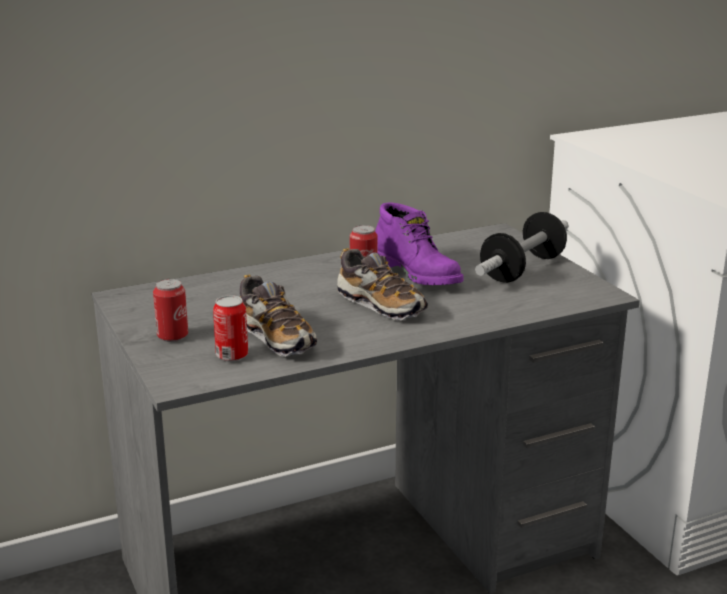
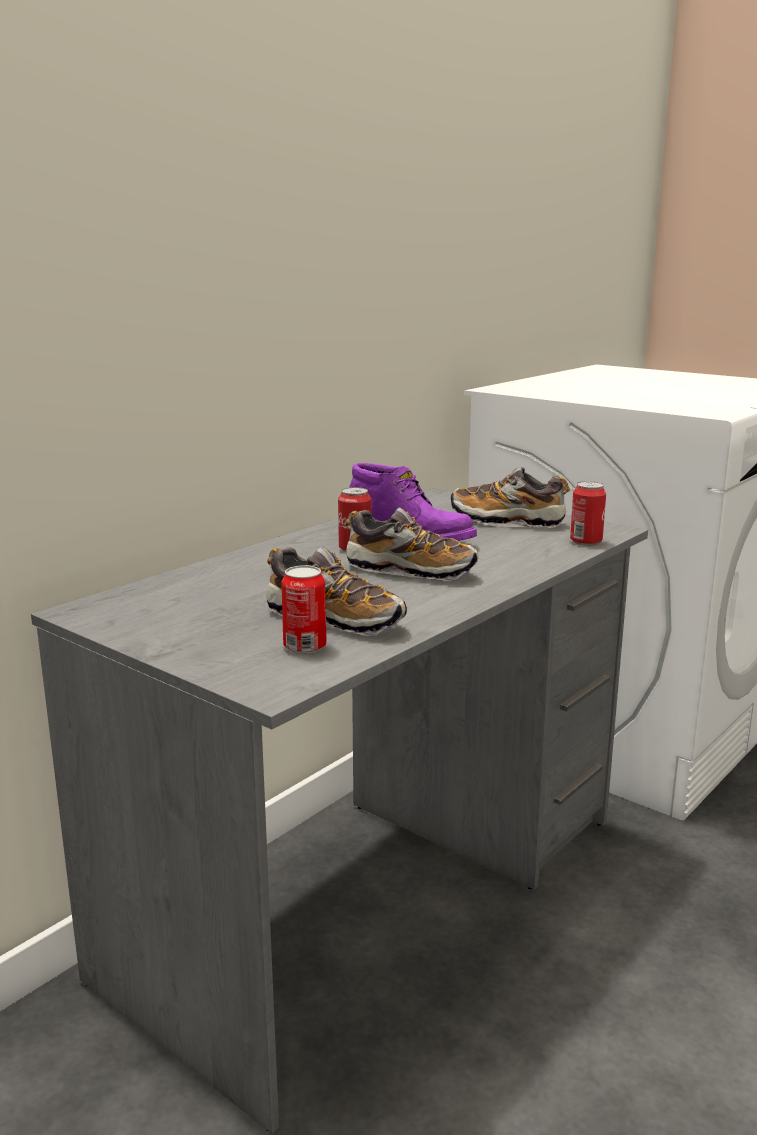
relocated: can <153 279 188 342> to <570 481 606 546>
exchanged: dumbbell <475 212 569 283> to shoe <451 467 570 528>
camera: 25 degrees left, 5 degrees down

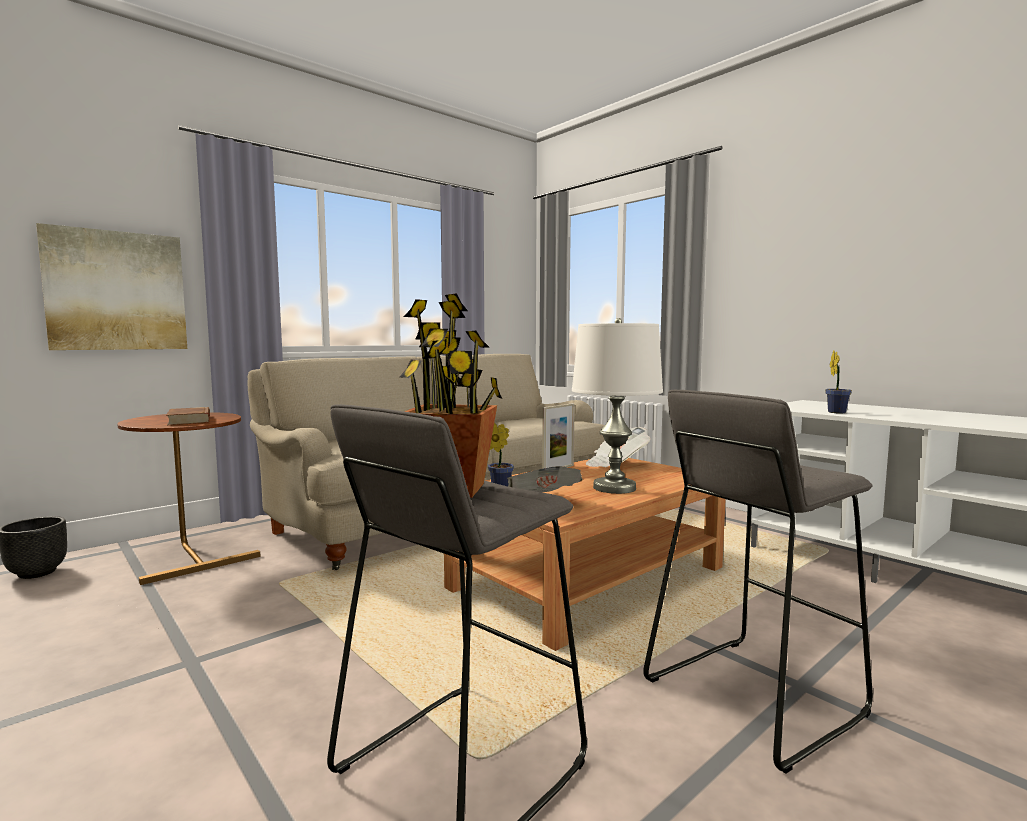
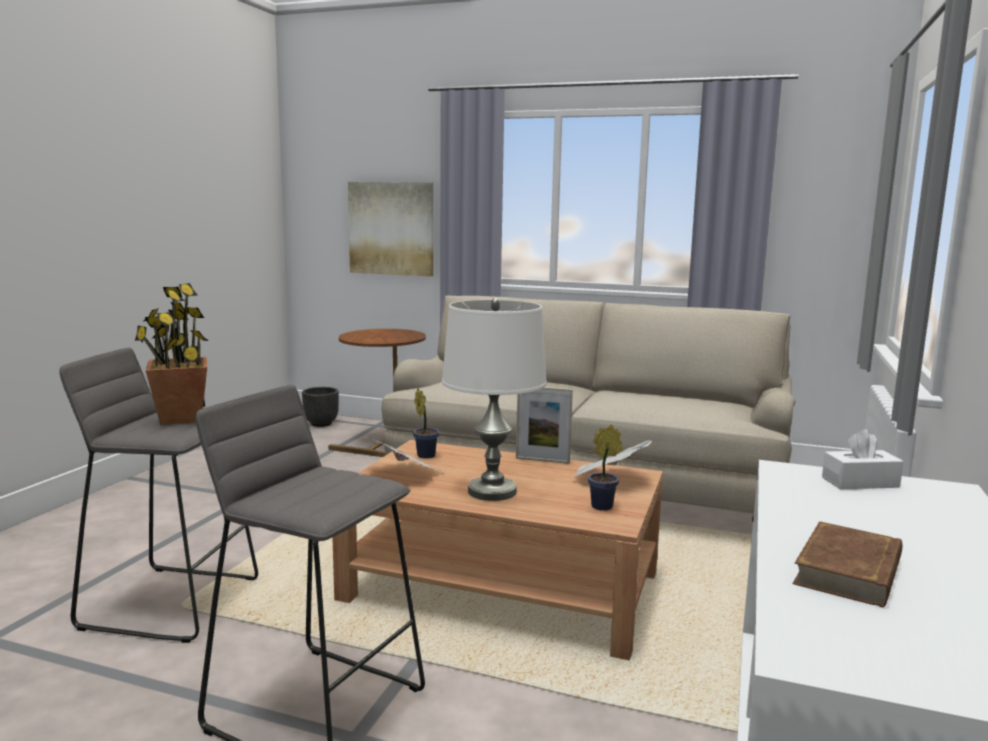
appeared: tissue box/white <822 429 904 489>
relocated: book/brown <166 407 210 425> to <793 521 902 607>; potted plant <825 350 852 413> to <588 424 622 511>
camera: 60 degrees right, 5 degrees up

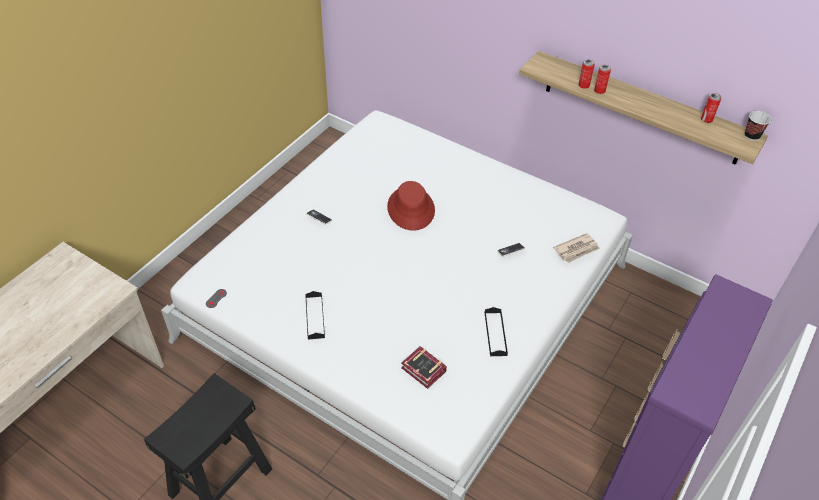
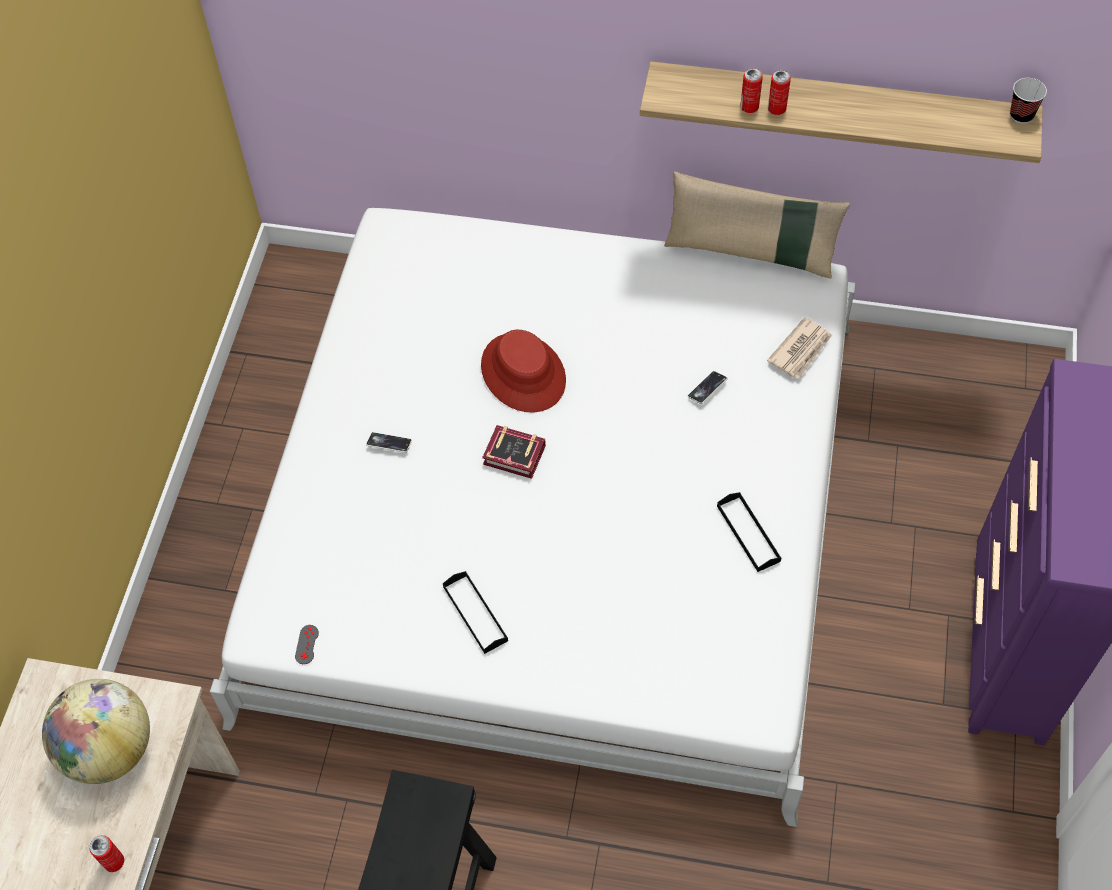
appeared: globe <42 679 150 784>; pillow/beige <664 171 850 279>
relocated: book <401 346 447 389> to <482 425 546 479>; can <701 93 721 123> to <89 835 124 872>
camera: 20 degrees left, 10 degrees up

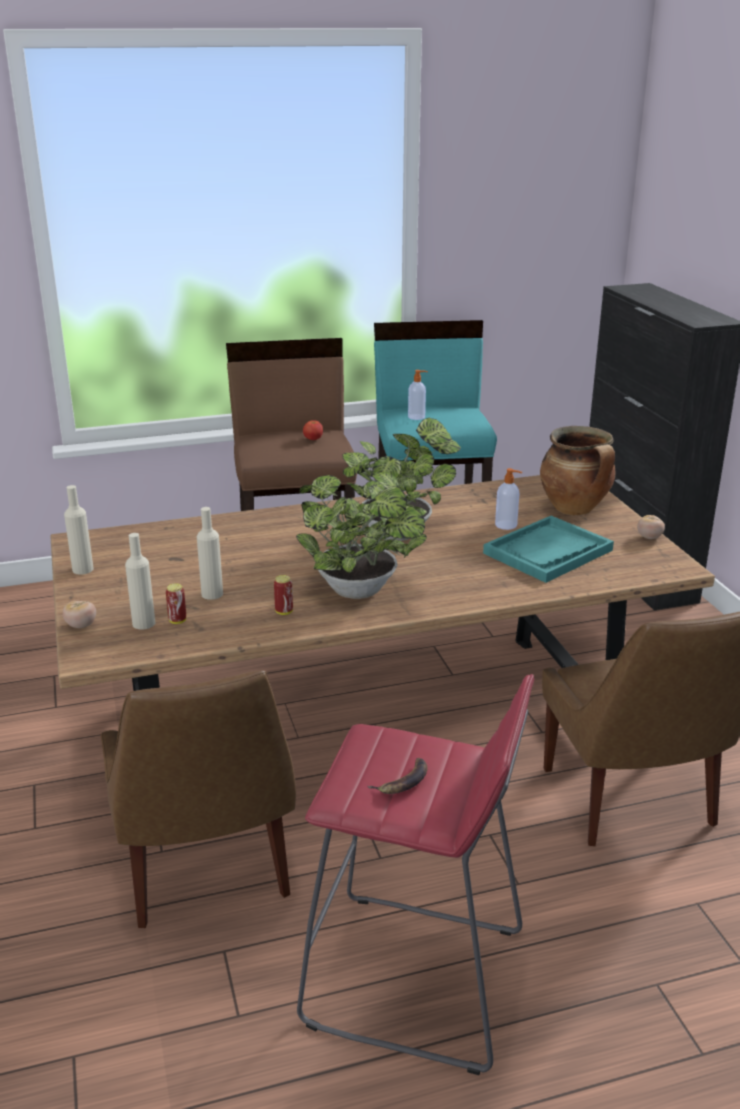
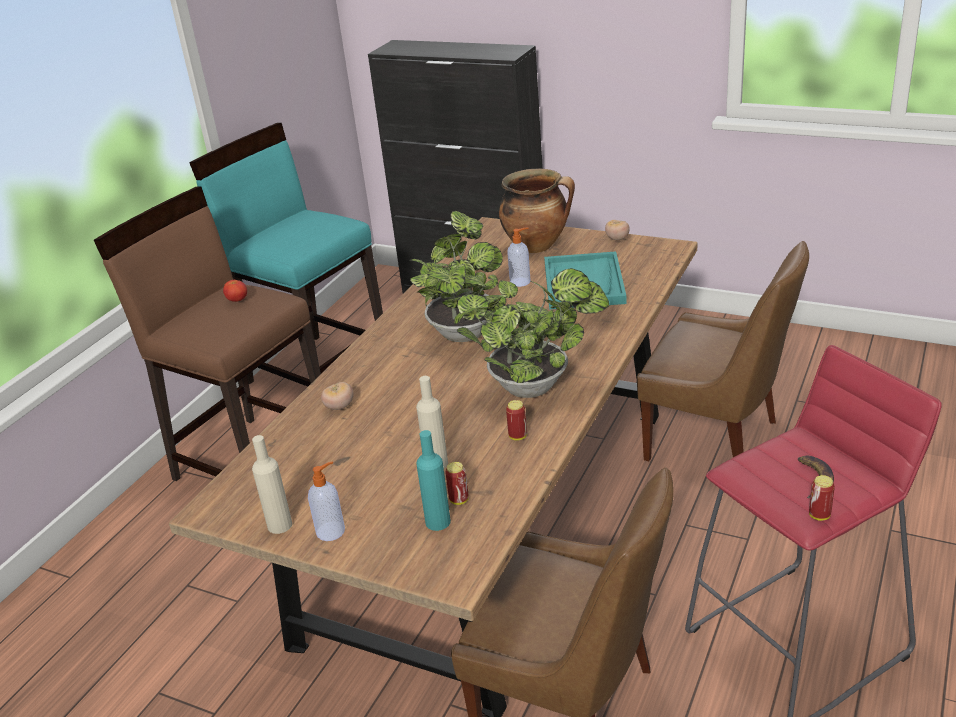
appeared: can <809 475 835 521>
relocated: tomato <63 601 96 628> to <321 382 354 410>; soap dispenser <408 370 428 420> to <308 461 345 541>
colour: bottle/beige <125 533 155 630> to bottle/turquoise <416 430 451 531>
camera: 45 degrees left, 5 degrees up

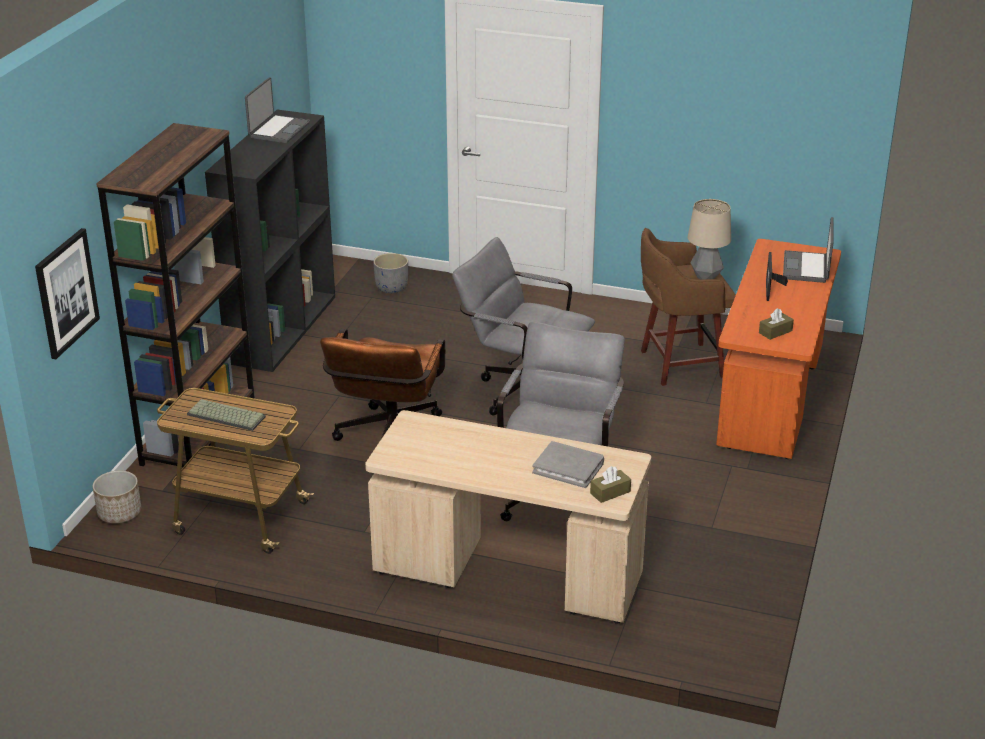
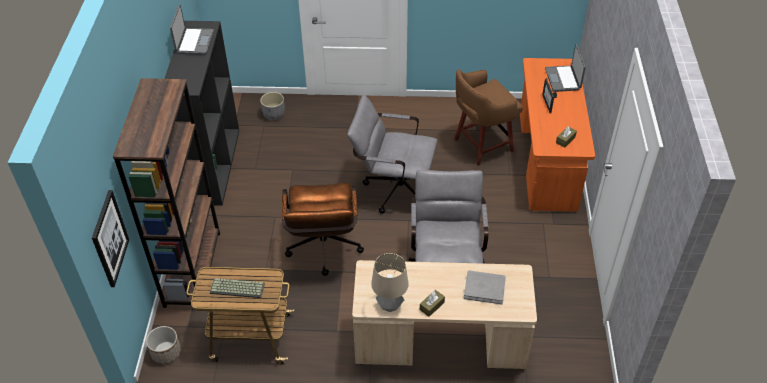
relocated: tissue box/brown <590 466 631 503> to <420 290 445 317>; table lamp <688 199 731 280> to <371 253 409 312>
camera: 15 degrees left, 15 degrees up

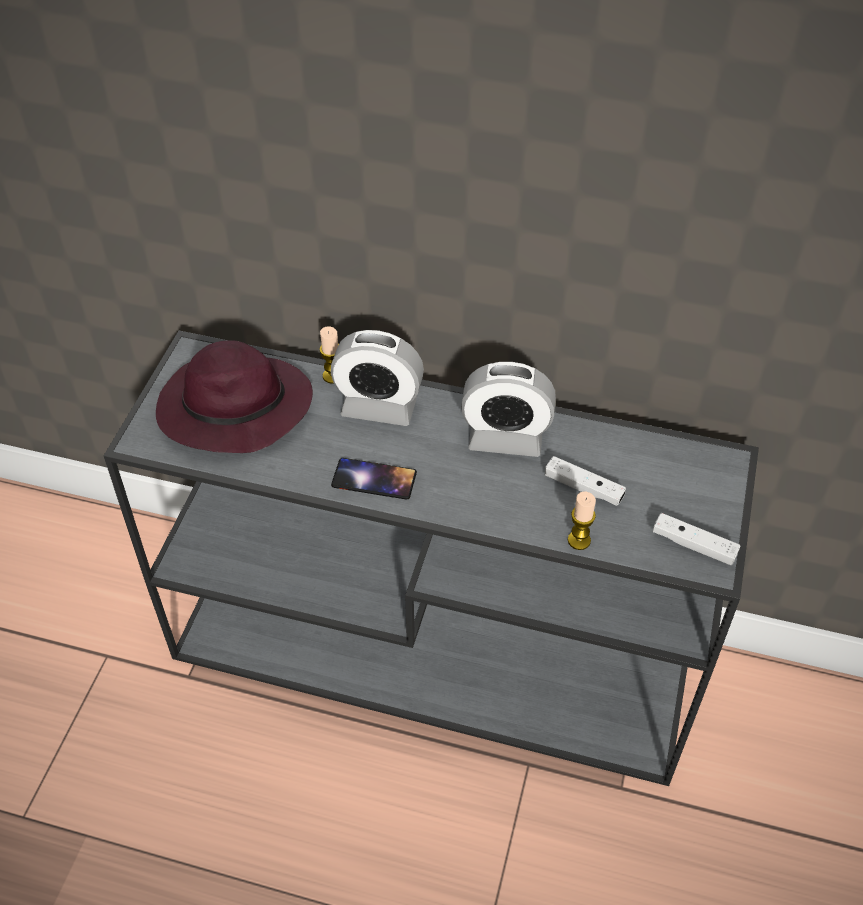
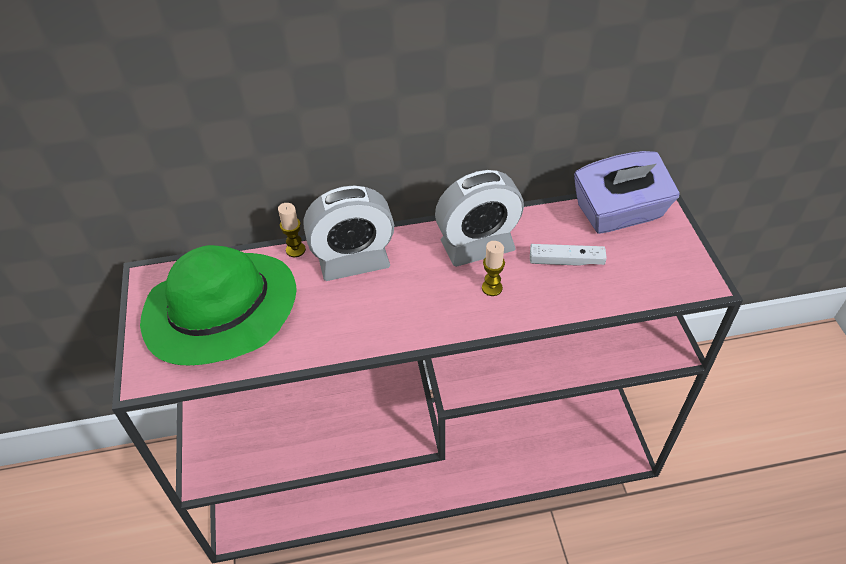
missing: phone <331 458 417 500>; game controller/white <653 513 740 565>
appeared: tissue box/purple <574 151 680 234>
relocated: candle <568 492 596 550> to <482 241 505 296>
colour: console table/grey <104 331 759 786> to console table/pink <112 194 743 564>; hat/purple <156 340 313 453> to hat/green <140 245 297 366>
camera: 25 degrees left, 0 degrees up

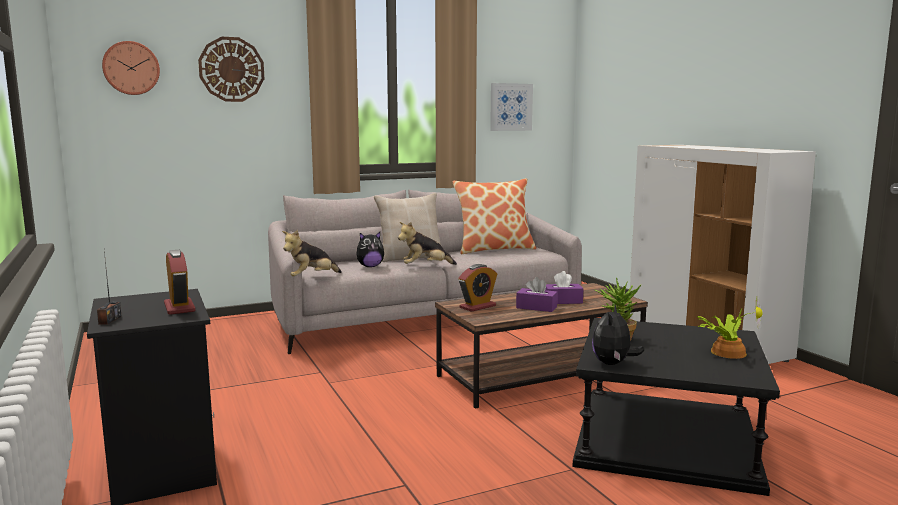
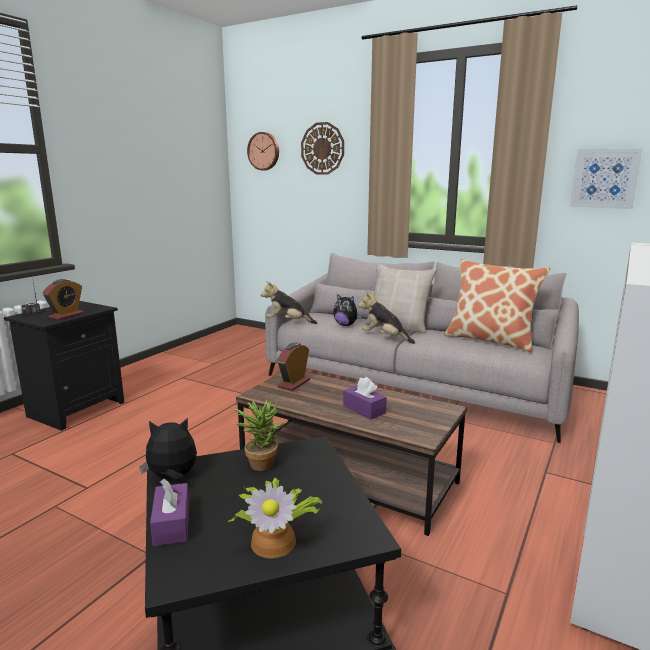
relocated: tissue box/purple <516 277 558 312> to <150 478 189 546>
spun: alarm clock <458 264 497 312> = <277 342 310 391> 105 degrees clockwise
camera: 55 degrees right, 5 degrees up

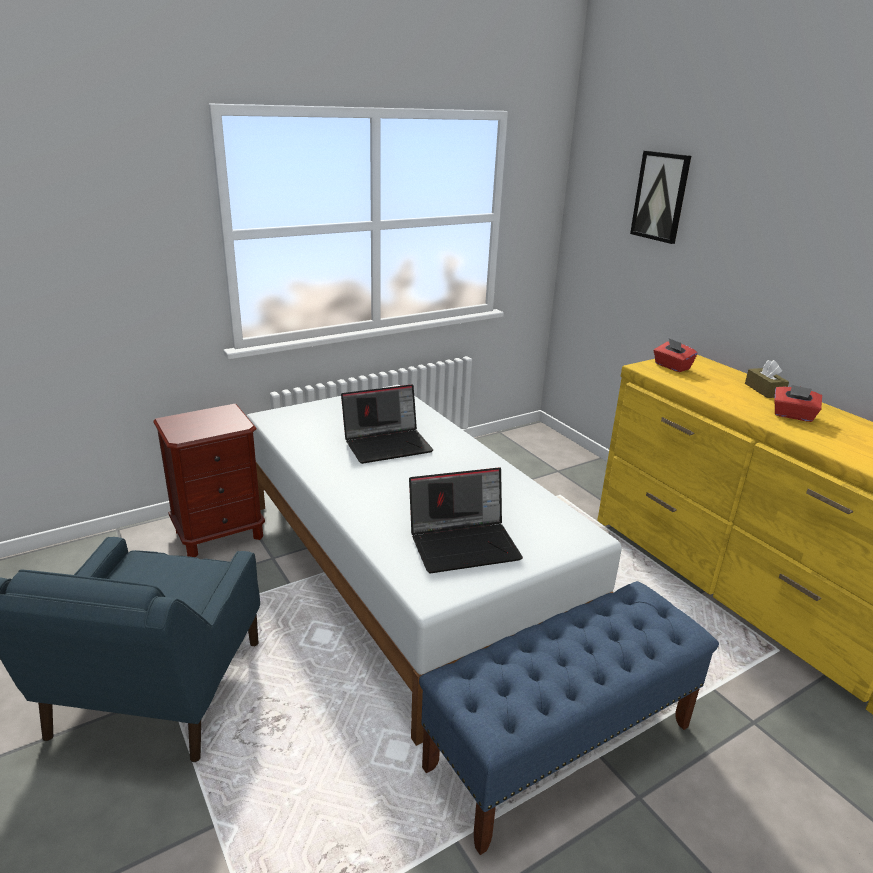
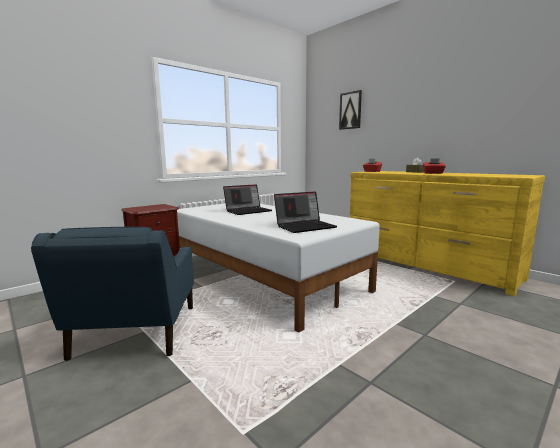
missing: bench/blue <419 581 719 855>
camera: 10 degrees left, 15 degrees down

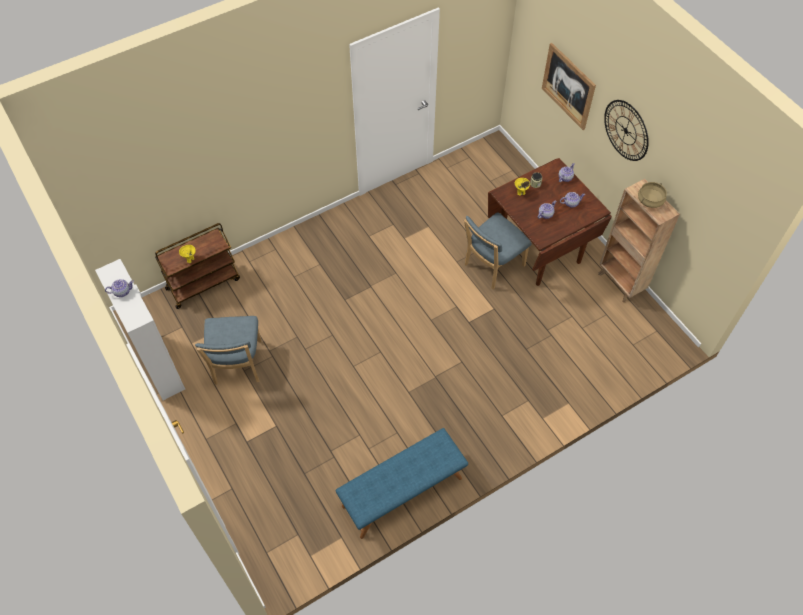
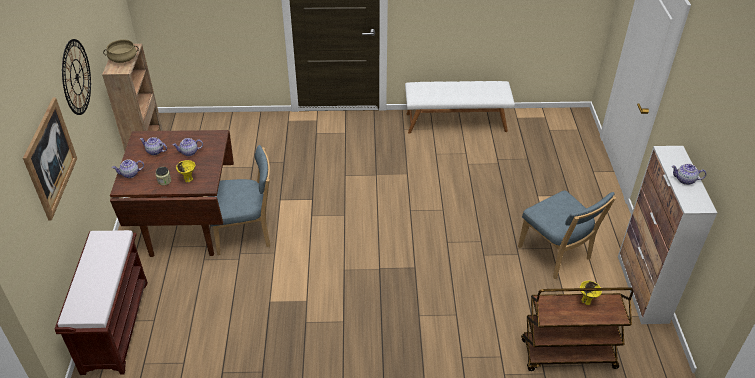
appeared: bench/brown <54 230 148 375>
colour: bench/blue <336 428 468 539> to bench/white <405 81 515 134>
spun: chair/blue <195 316 261 385> = <518 190 616 279> 120 degrees clockwise
camera: 150 degrees left, 15 degrees down

